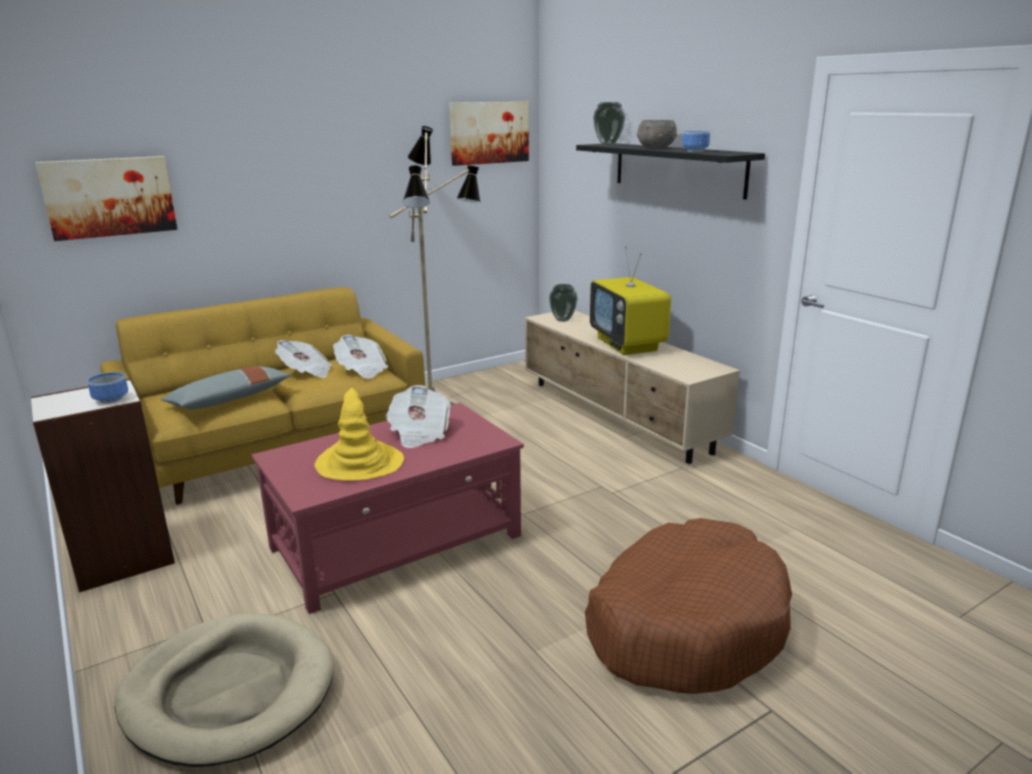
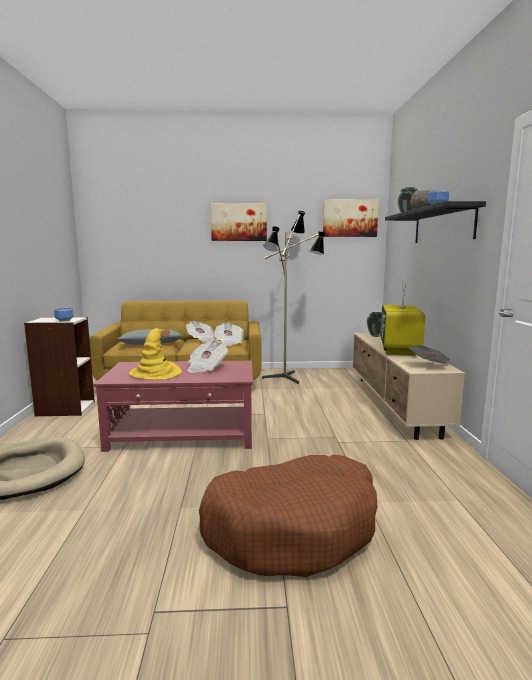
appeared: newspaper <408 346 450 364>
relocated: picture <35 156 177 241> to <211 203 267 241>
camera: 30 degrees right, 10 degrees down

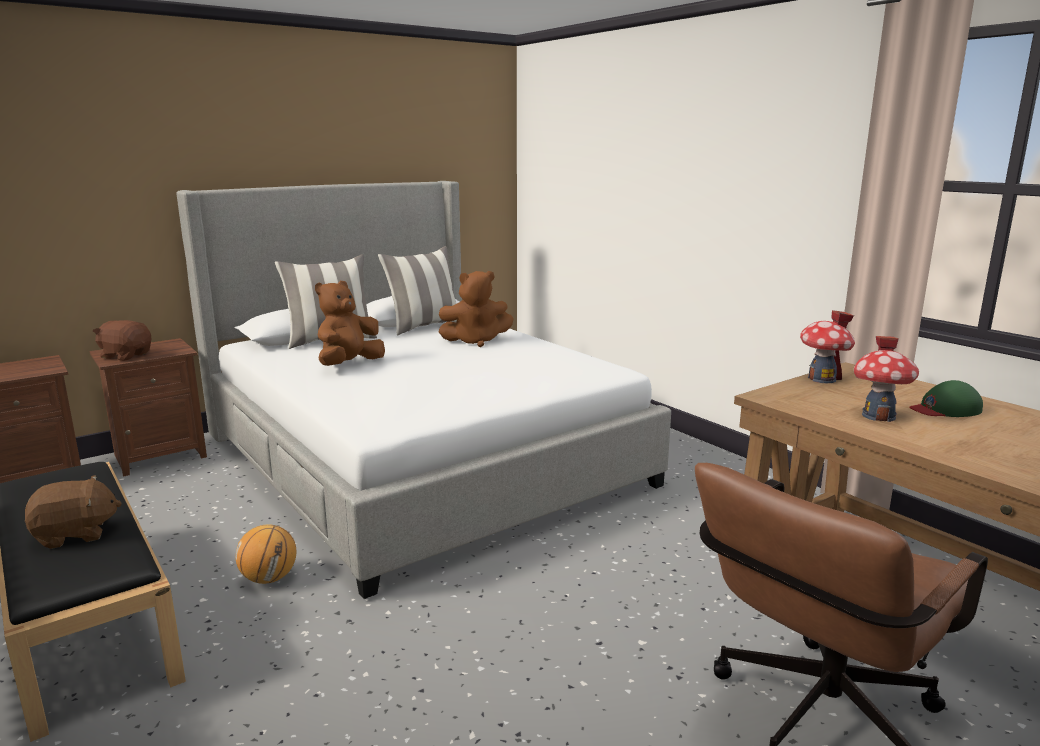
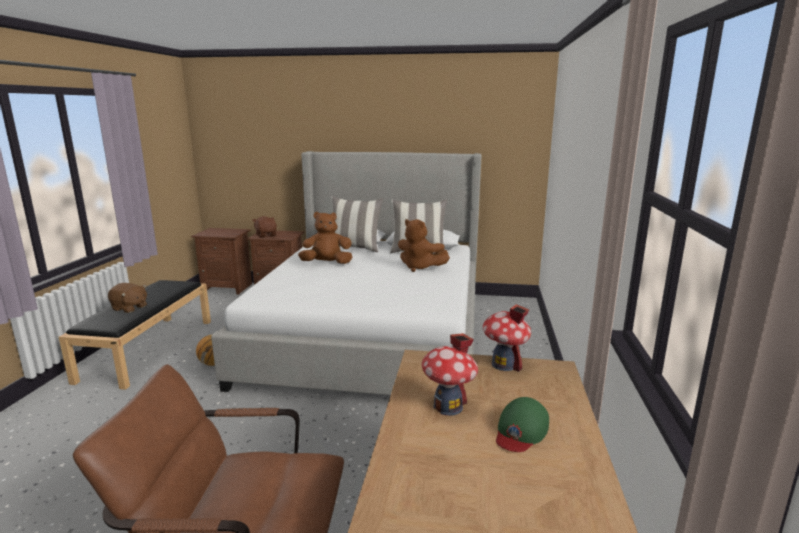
spun: cap/green <909 380 983 417> = <496 397 549 452> 90 degrees counterclockwise
camera: 45 degrees right, 0 degrees up

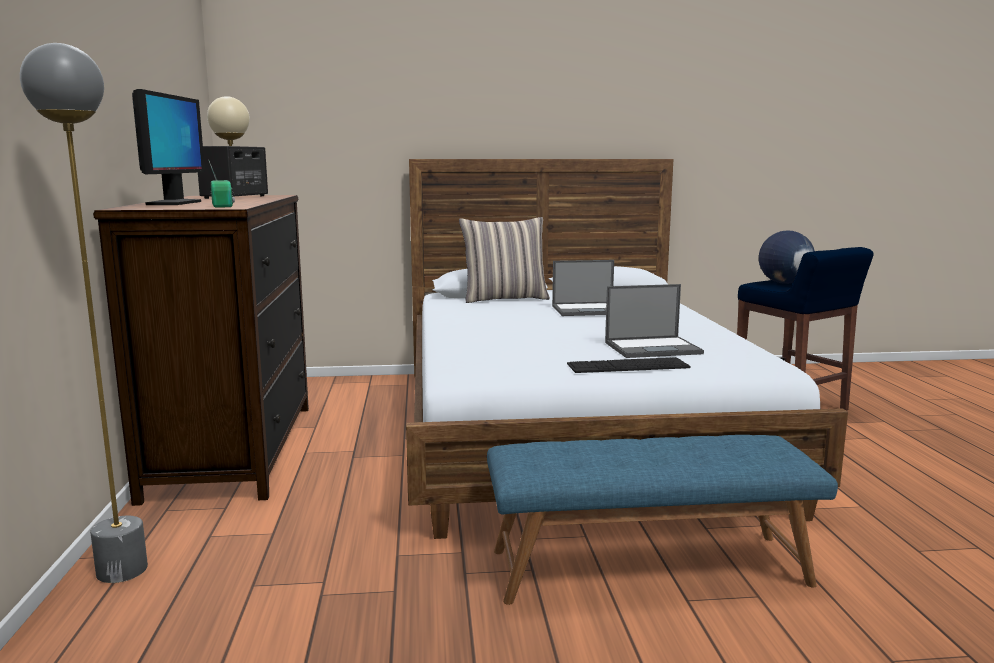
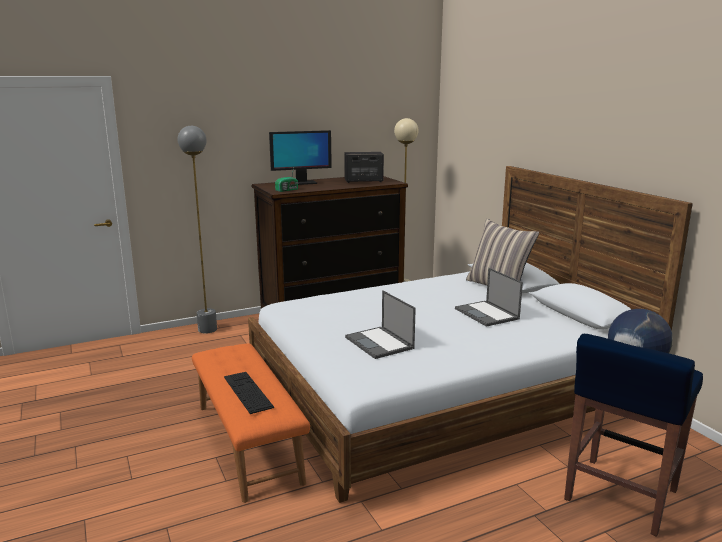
relocated: keyboard <567 357 690 373> to <224 372 274 414>
colour: bench/blue <487 435 838 605> to bench/orange <192 343 310 503>
camera: 70 degrees right, 5 degrees up

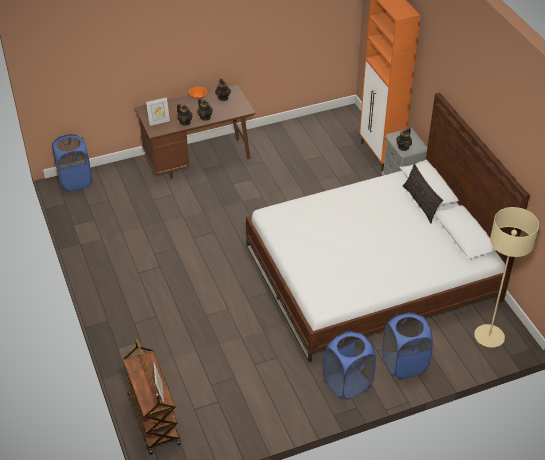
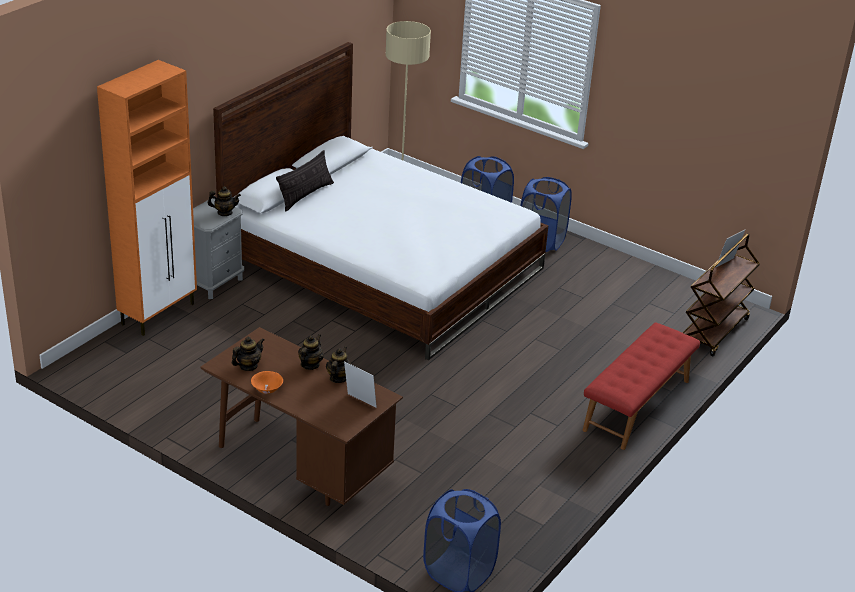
appeared: bench/red <583 323 700 450>
camera: 125 degrees left, 10 degrees down

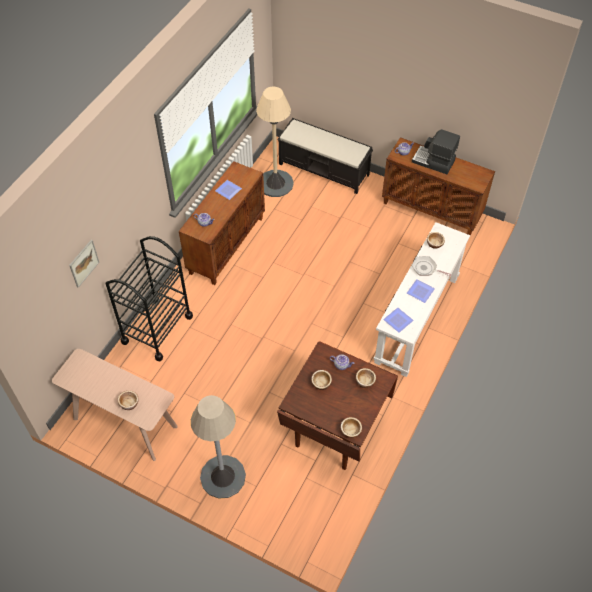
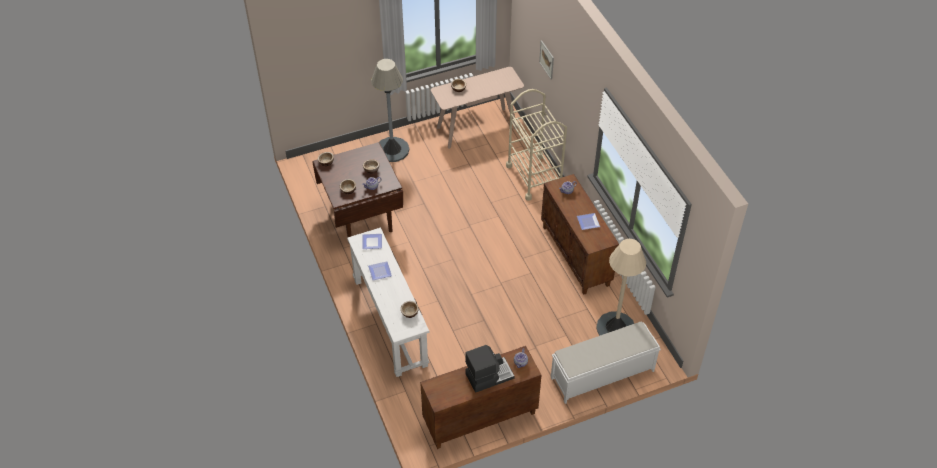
missing: frying pan <412 256 452 277>
colour: cart/black <106 236 193 361> to cart/beige <506 89 567 201>; bench/black <277 118 373 194> to bench/white <551 322 661 404>
camera: 130 degrees right, 5 degrees down

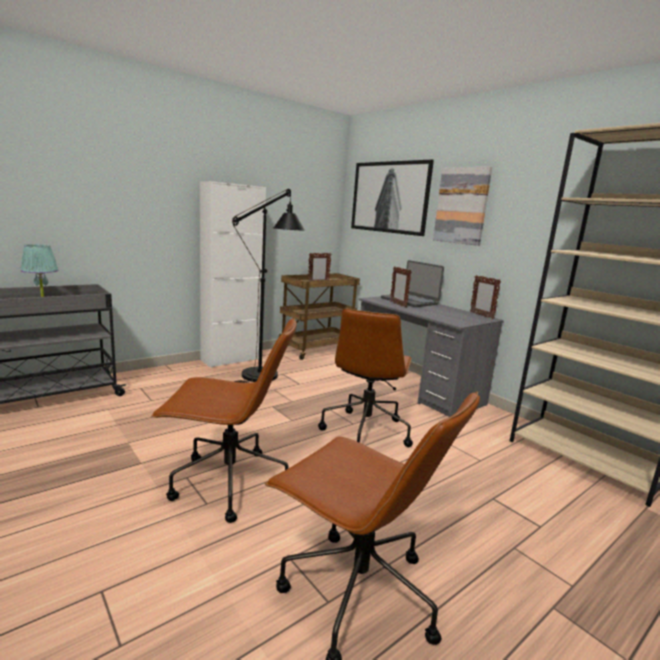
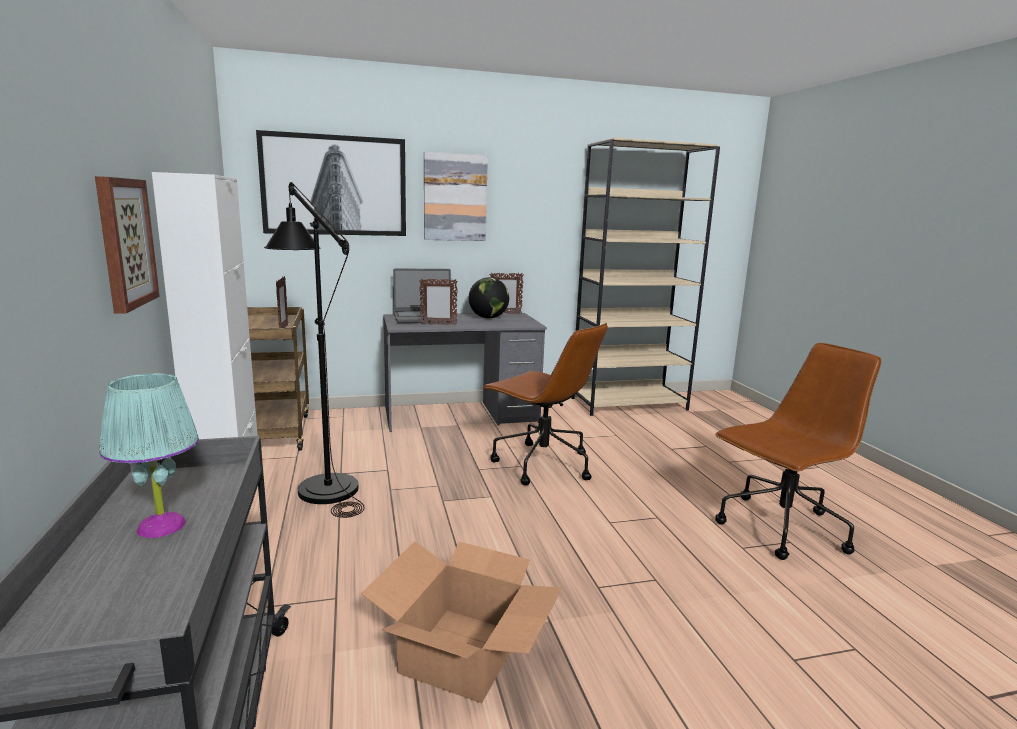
missing: office chair/brown <151 318 297 523>
appeared: picture <95 176 160 314>; cardboard box <361 541 562 703>; globe <469 277 509 318>
camera: 65 degrees left, 0 degrees up

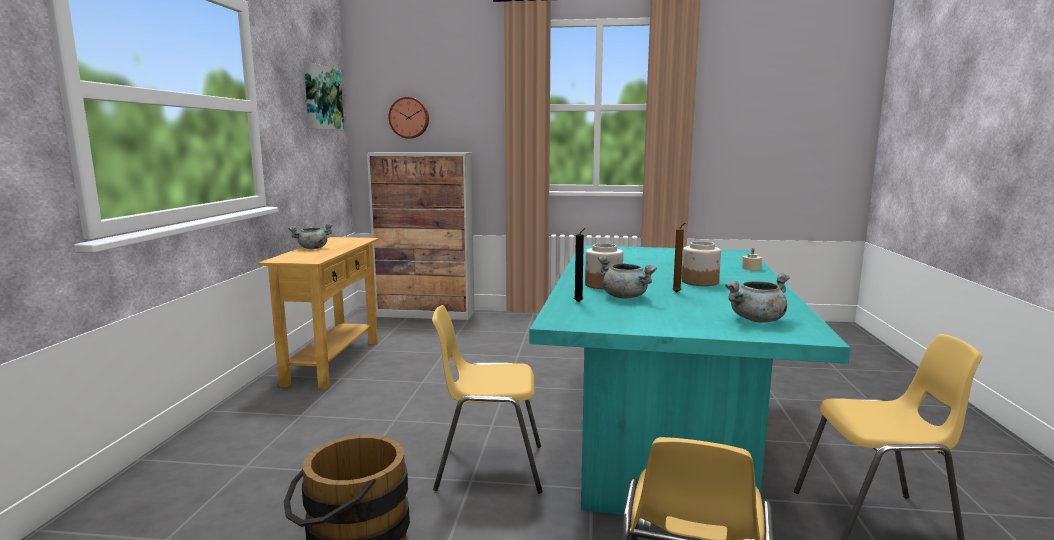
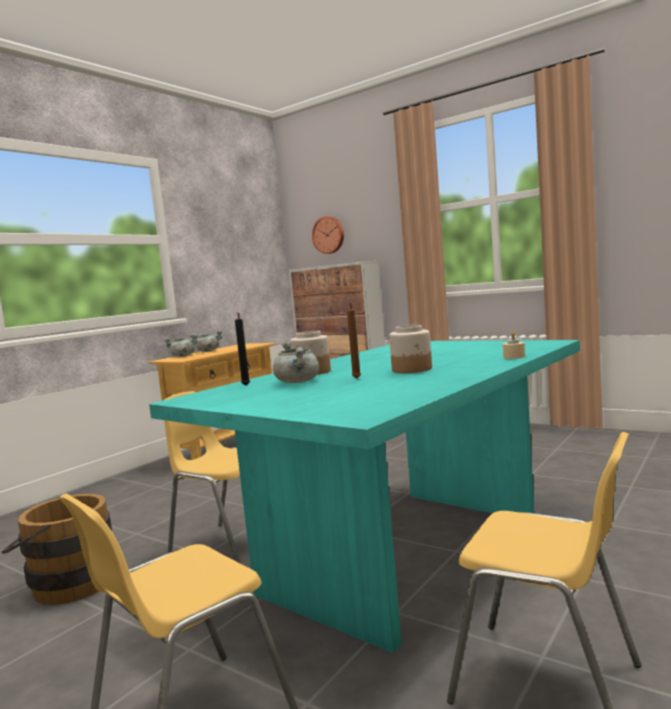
missing: picture <304 62 344 130>
relocated: cooking pot/grey <725 273 790 323> to <163 334 198 357>
camera: 30 degrees right, 5 degrees down

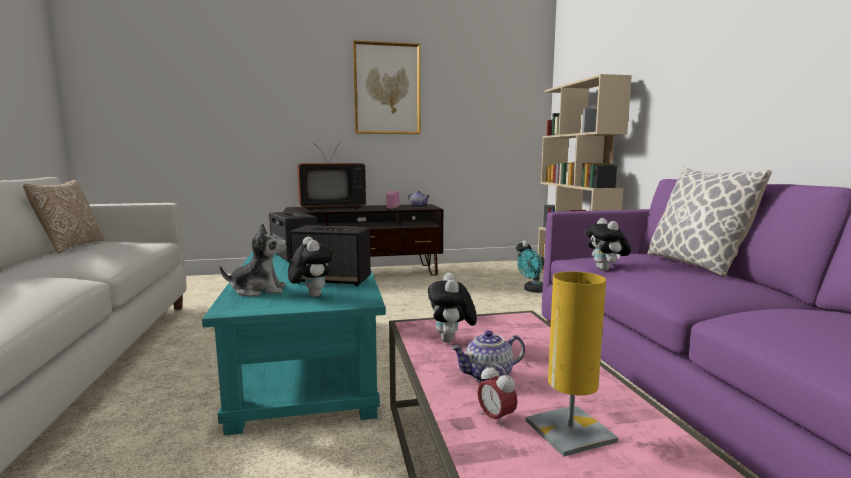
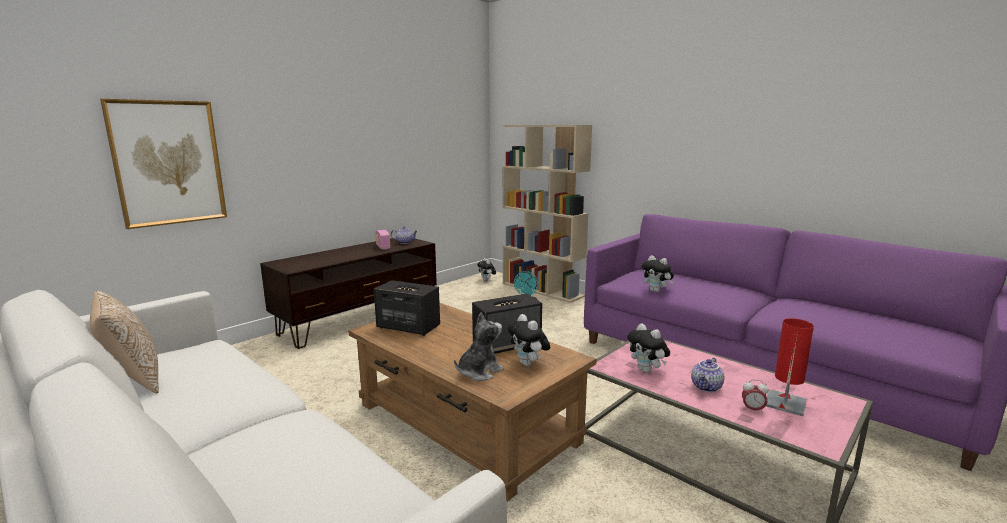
missing: television <297 142 366 211>; pillow <647 167 772 277>
relocated: picture <353 40 420 134> to <100 99 227 229>
colour: coffee table/turquoise <202 251 386 436> to coffee table/brown <348 303 597 502>; table lamp/yellow <526 271 618 457> to table lamp/red <766 318 814 417>
spun: plush toy <288 237 334 297> = <507 314 550 366> 150 degrees counterclockwise
camera: 35 degrees left, 5 degrees up

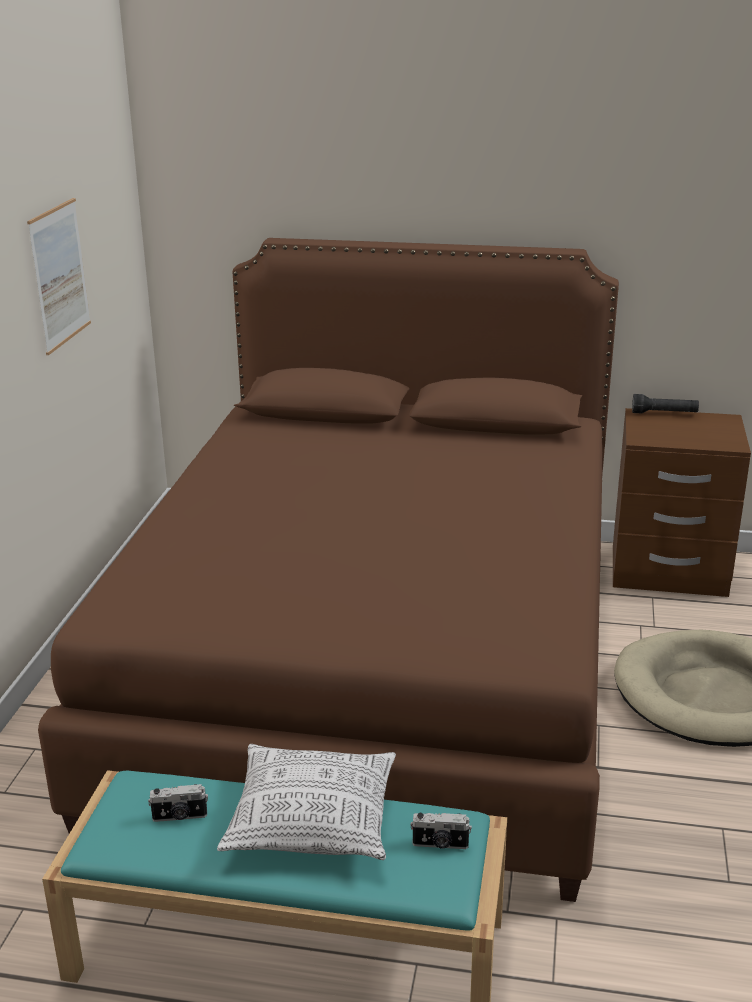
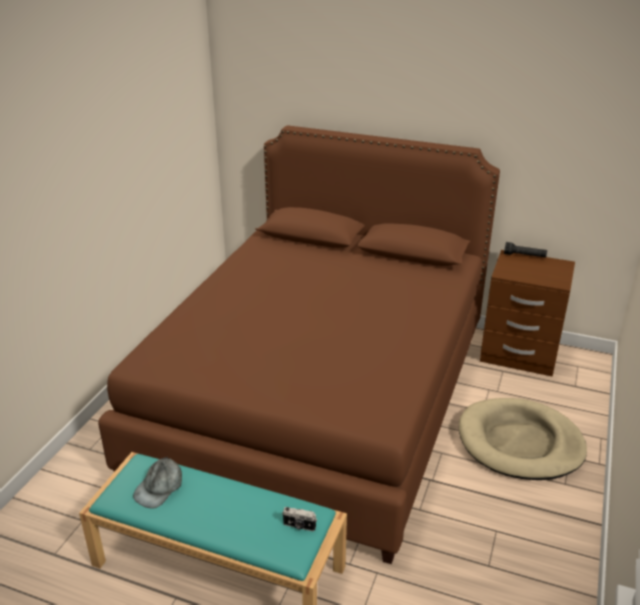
missing: picture <27 198 91 355>; pillow <217 744 396 860>
exchanged: photo camera <148 784 208 822> to cap/grey <133 457 182 508>
camera: 10 degrees right, 5 degrees up

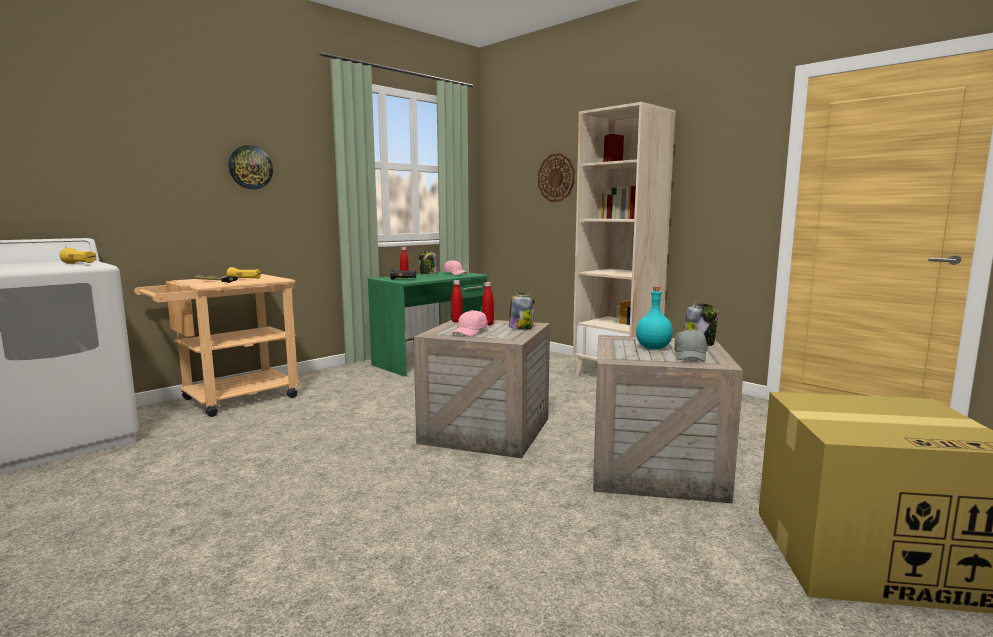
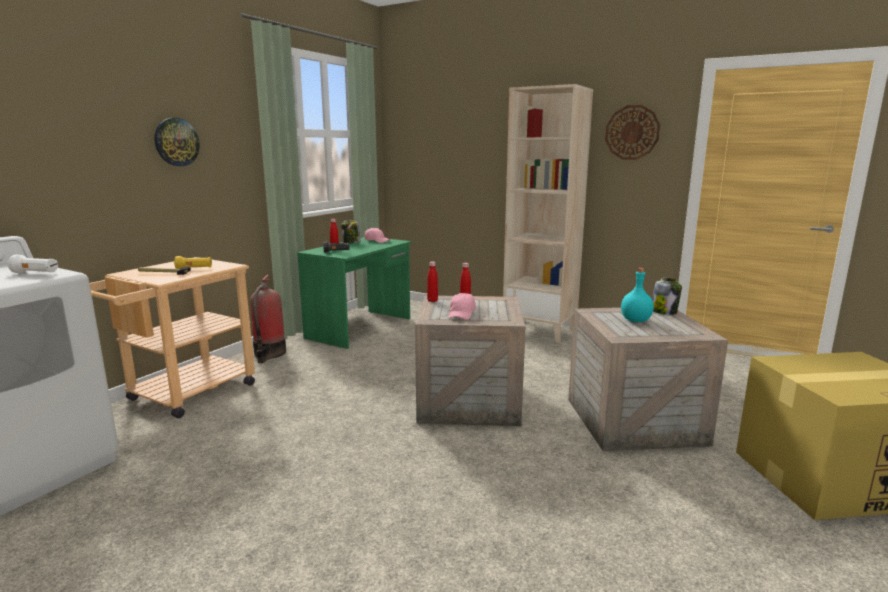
missing: jar <509 293 534 329>; cap/grey <674 329 708 362>
appeared: fire extinguisher <250 275 286 363>
relocated: wall clock <538 153 575 202> to <605 105 660 160>
colour: flashlight/yellow <60 248 97 264> to flashlight/white <7 255 58 273>
camera: 15 degrees left, 5 degrees up

